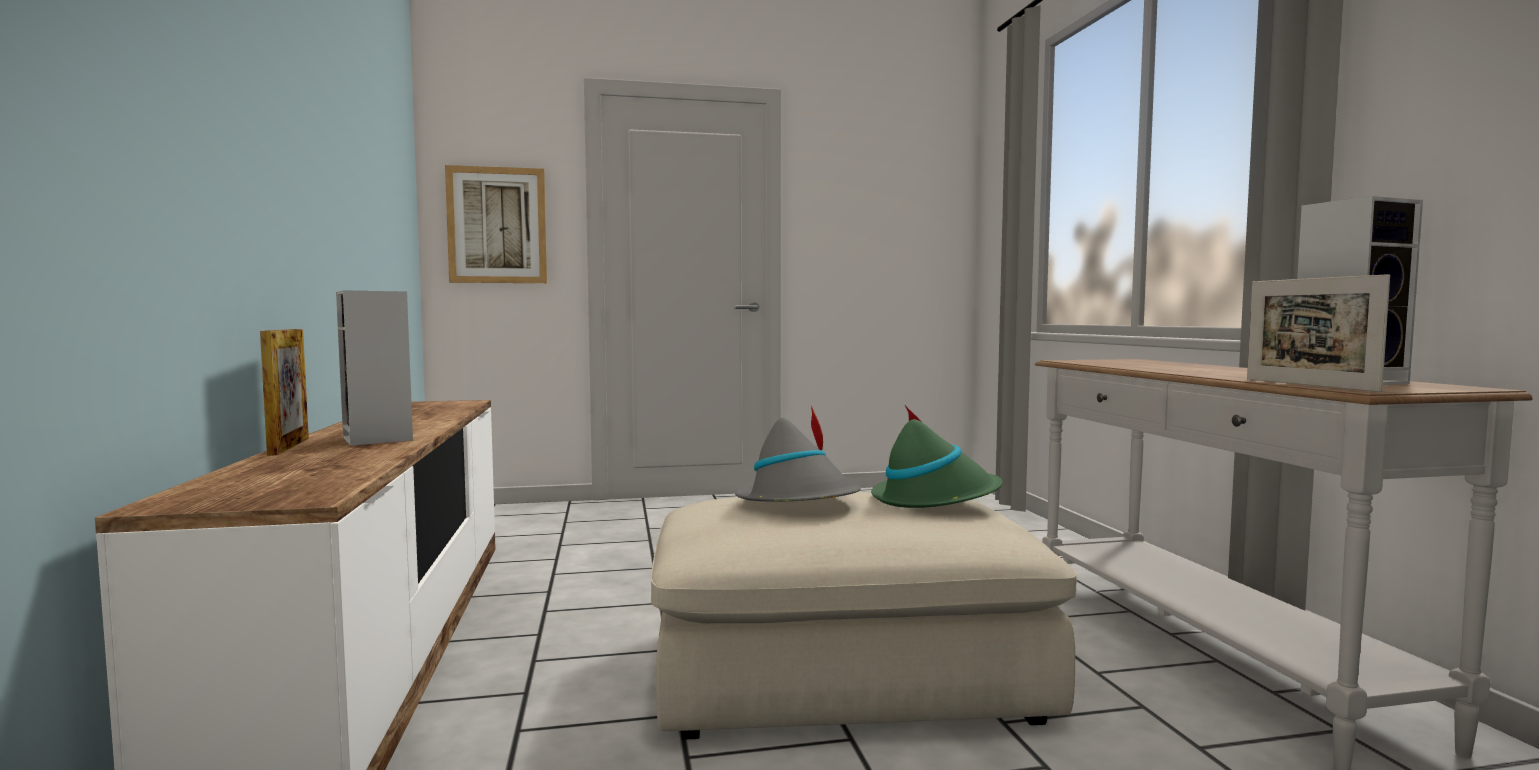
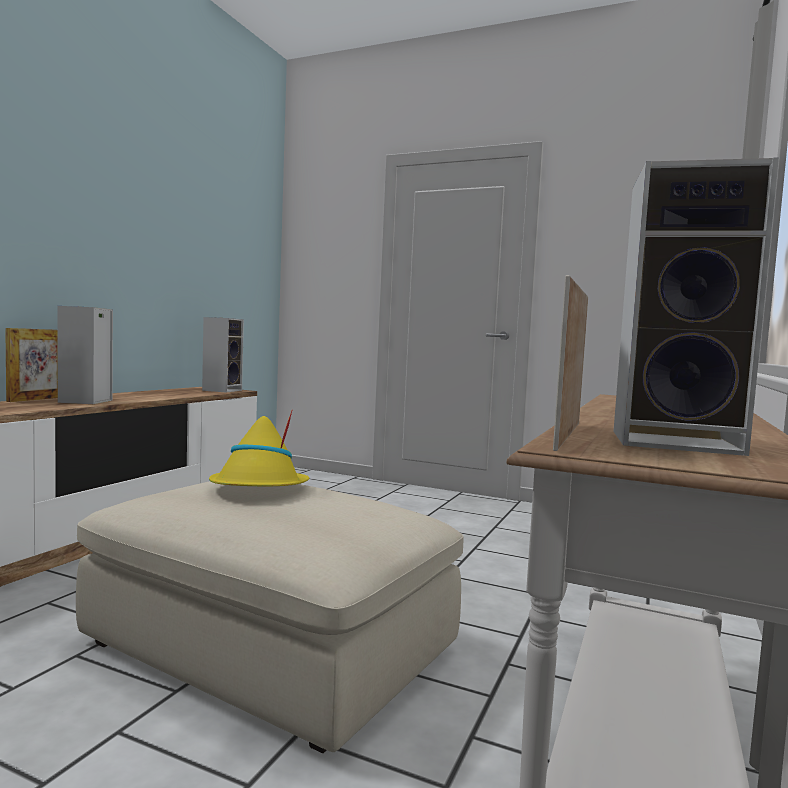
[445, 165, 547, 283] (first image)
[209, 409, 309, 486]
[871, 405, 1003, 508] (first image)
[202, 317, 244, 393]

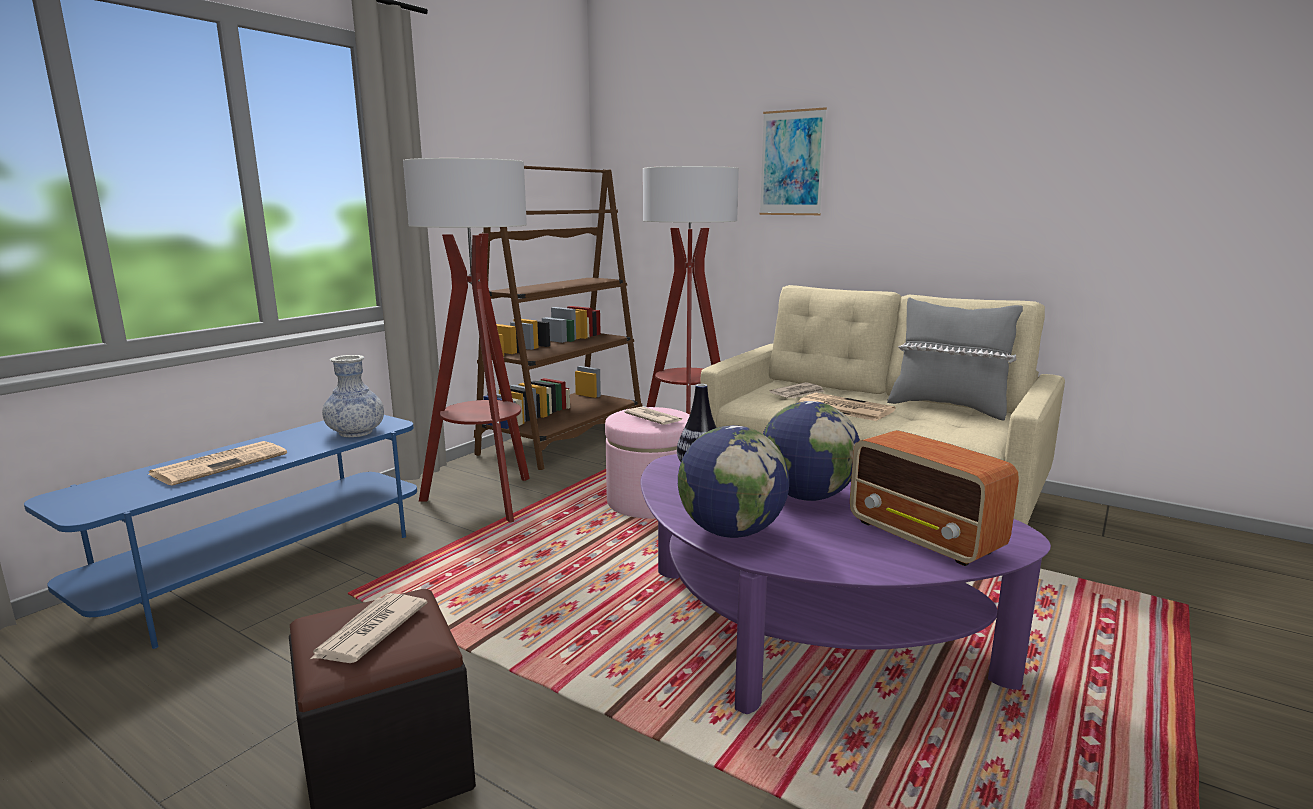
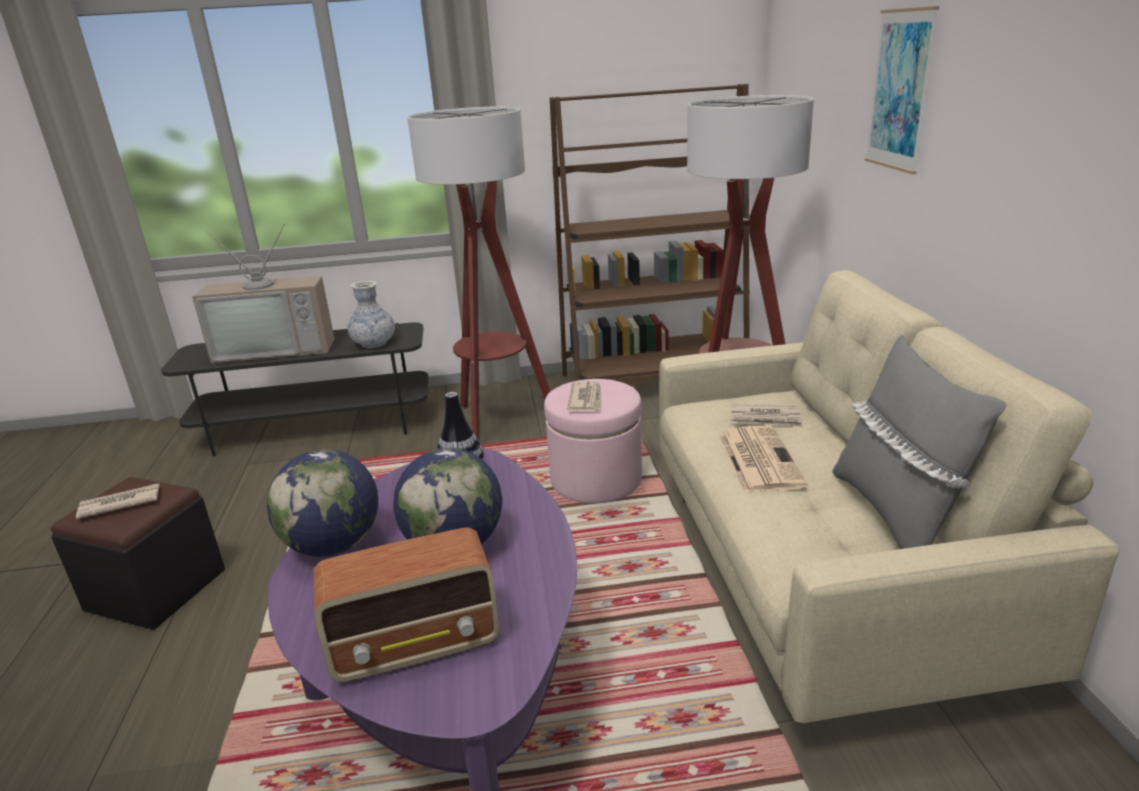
[161, 322, 429, 456]
[192, 224, 335, 363]
[314, 527, 499, 682]

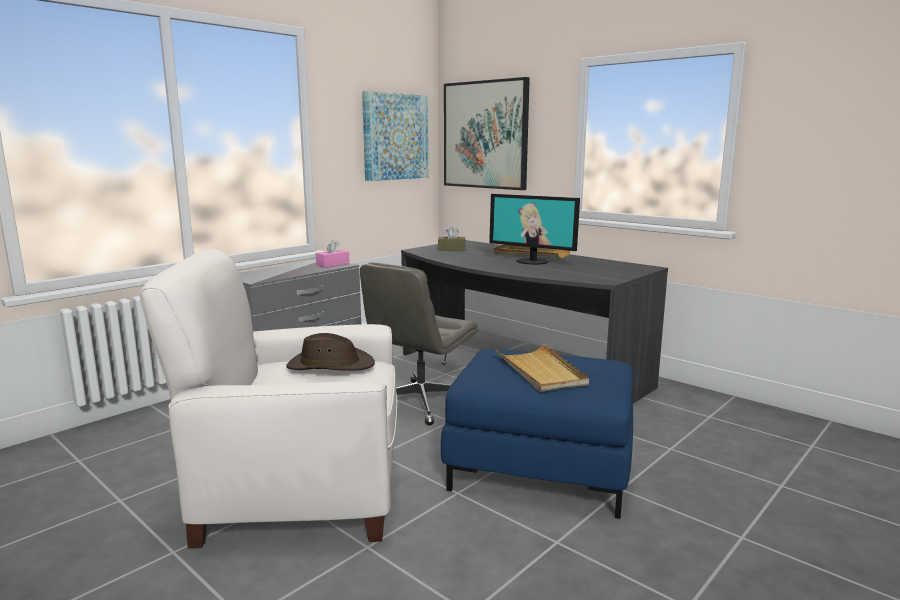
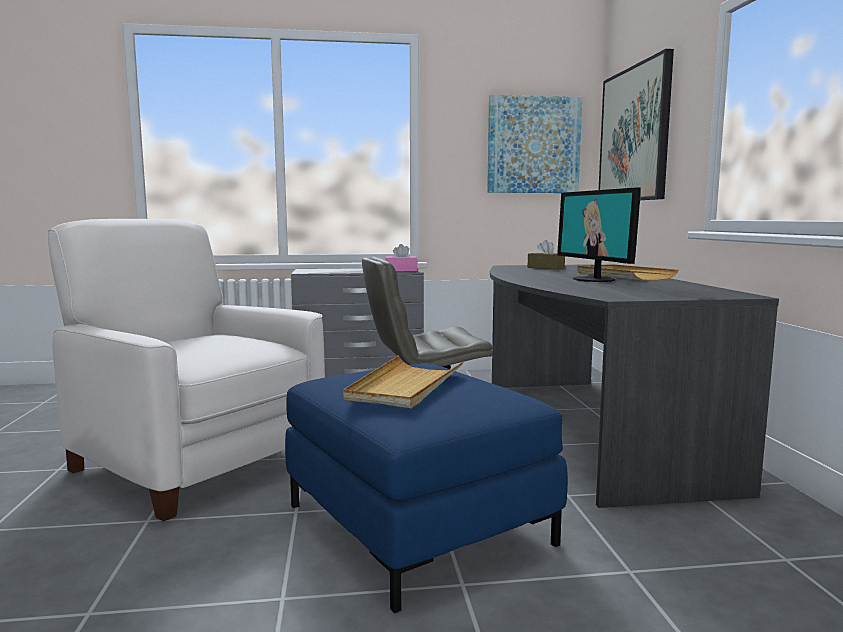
[286, 333, 375, 371] (first image)

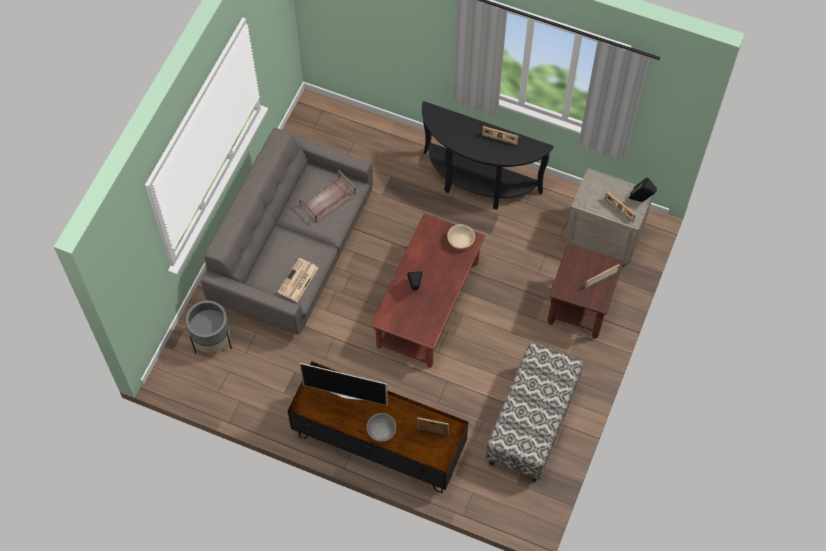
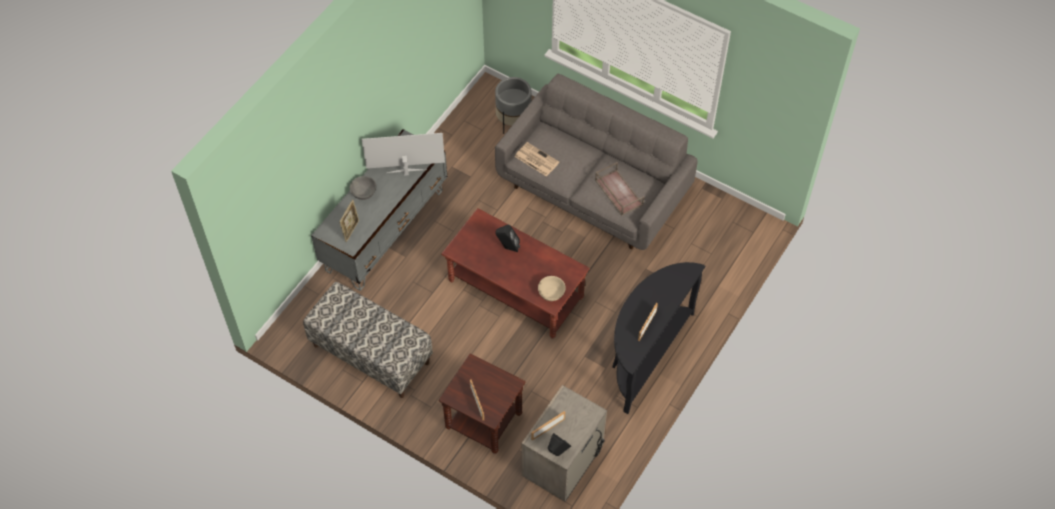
[311, 129, 447, 291]
[361, 133, 445, 176]

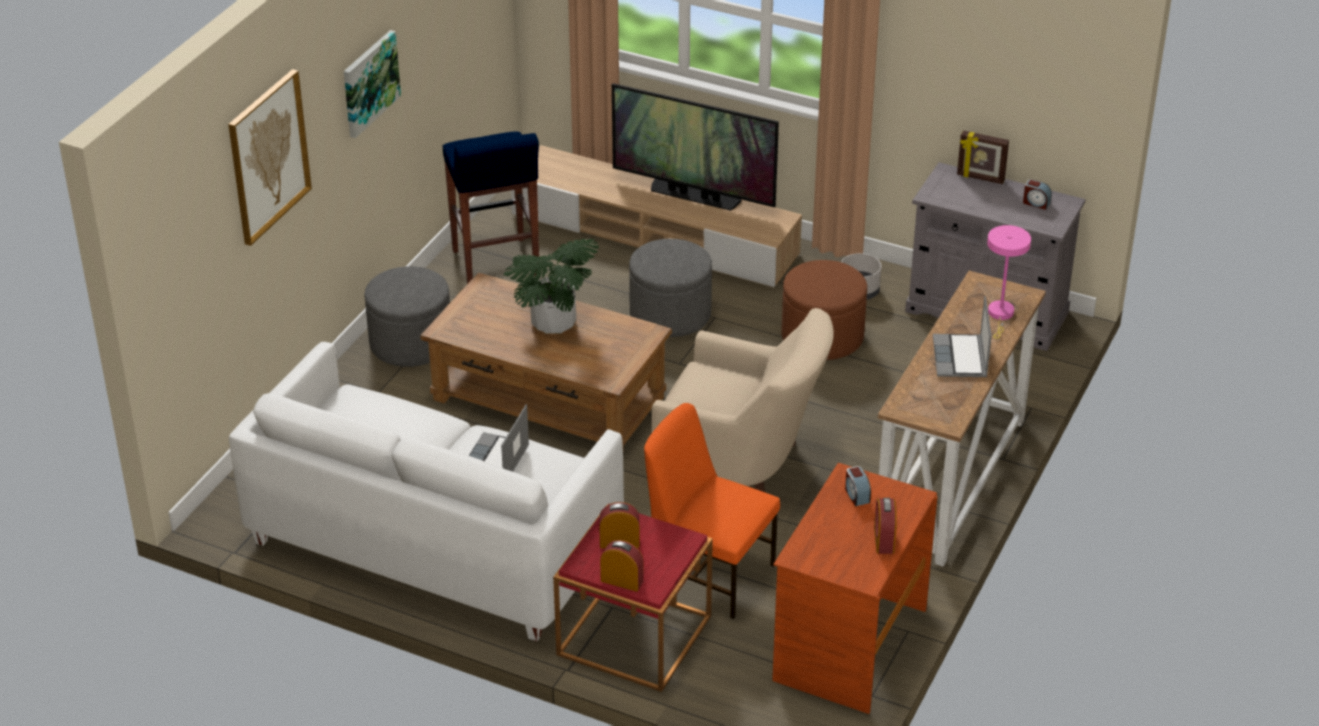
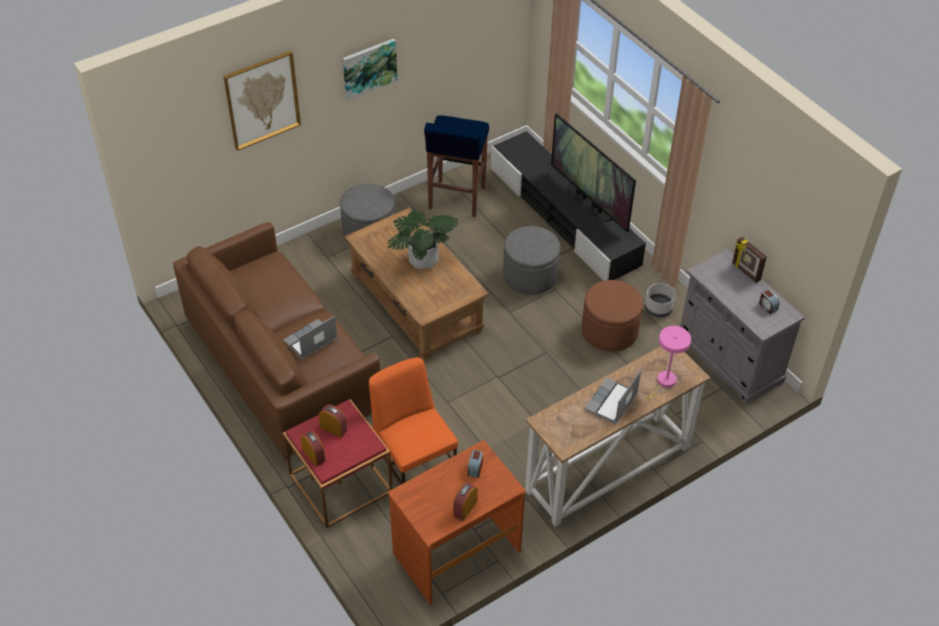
[173, 222, 380, 460]
[491, 131, 646, 281]
[652, 308, 834, 493] (first image)

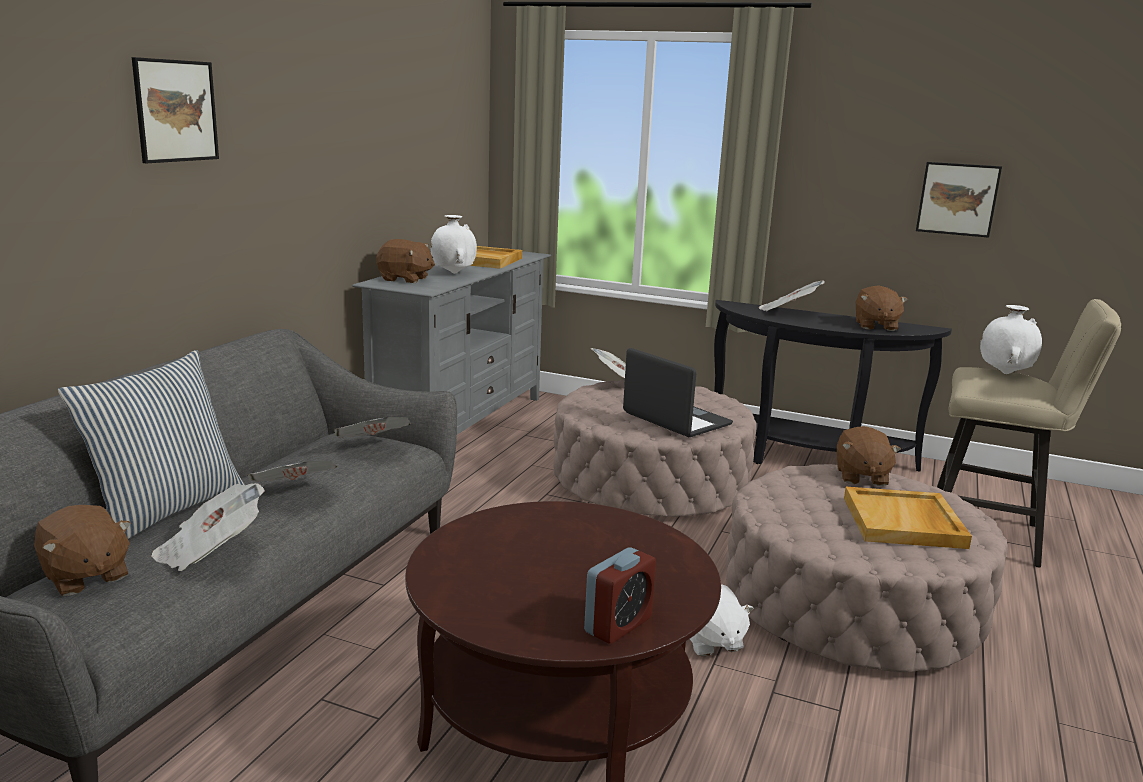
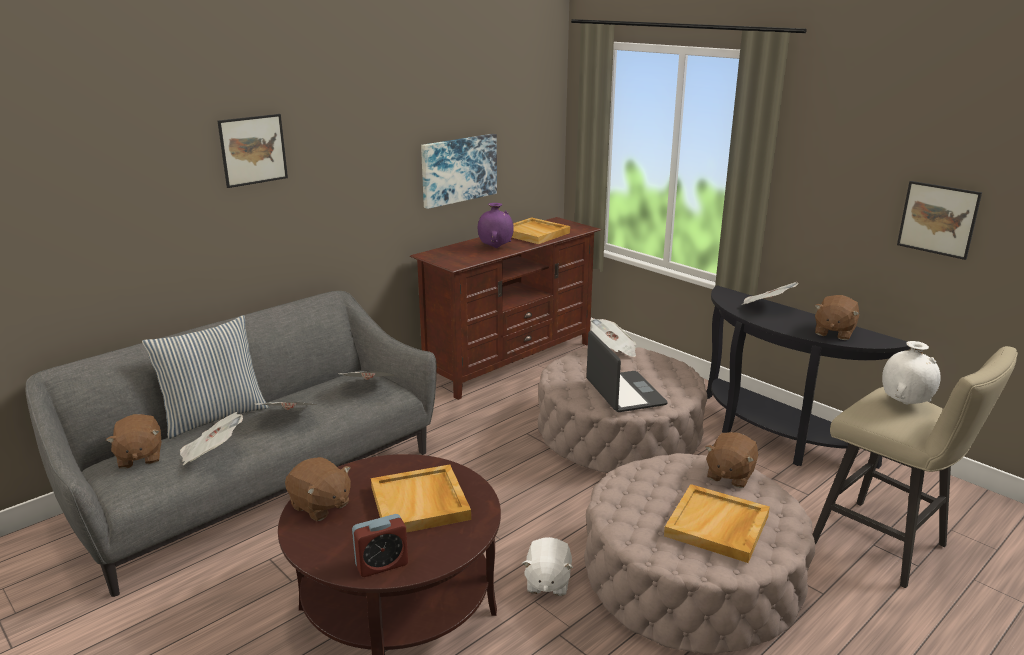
[410, 217, 601, 400]
[285, 457, 351, 521]
[478, 203, 514, 248]
[371, 464, 471, 533]
[421, 134, 497, 209]

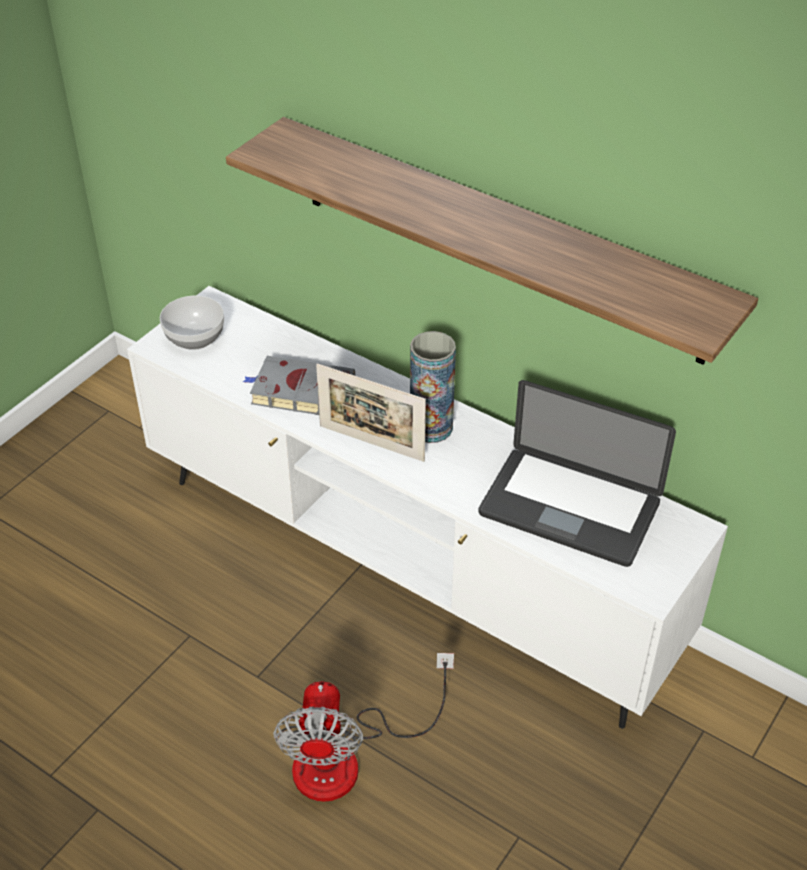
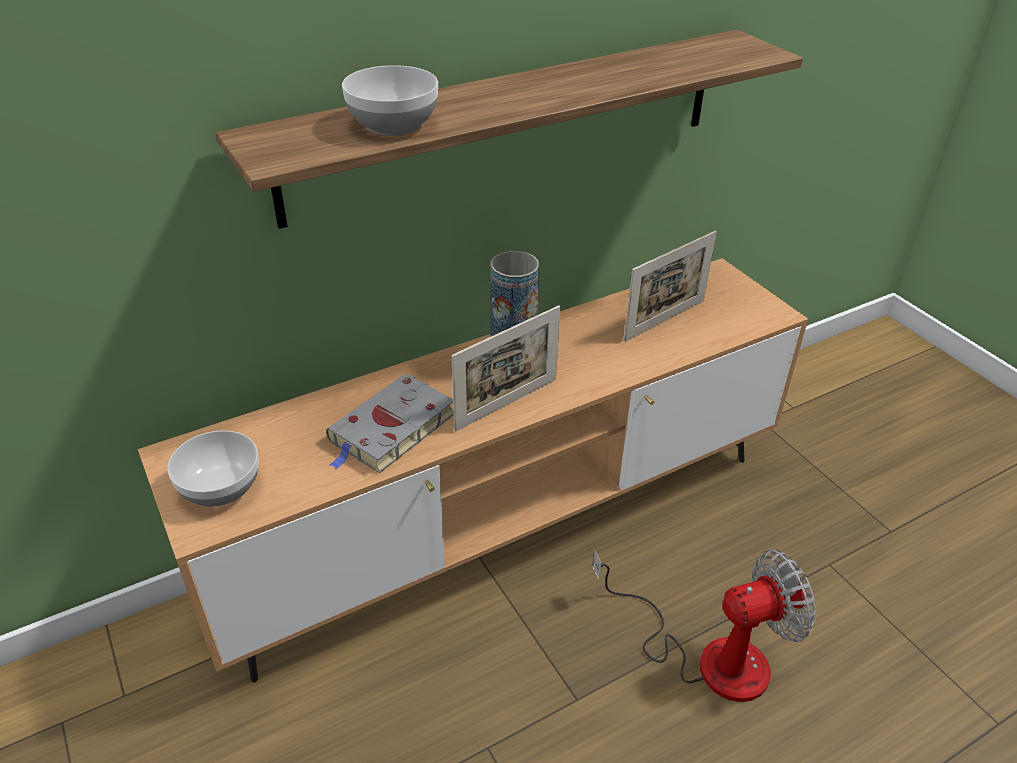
[138, 258, 808, 682]
[592, 549, 816, 702]
[624, 231, 717, 341]
[342, 65, 438, 136]

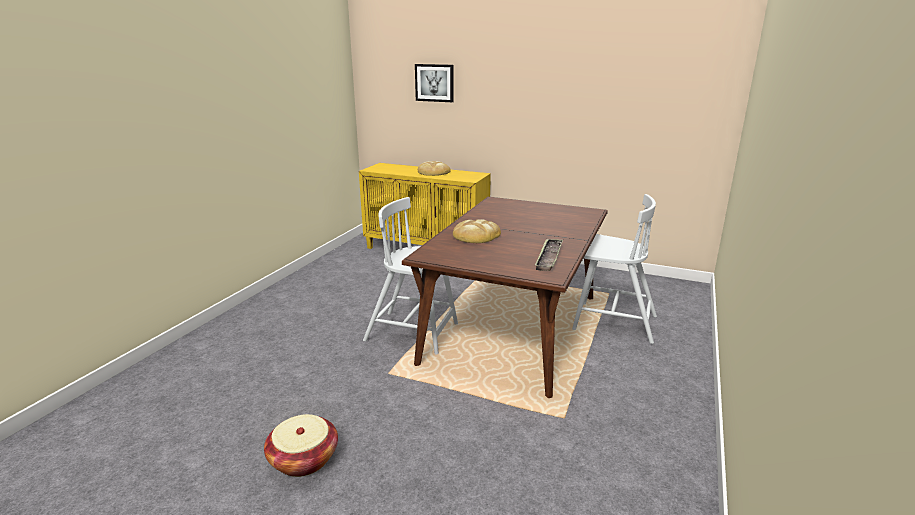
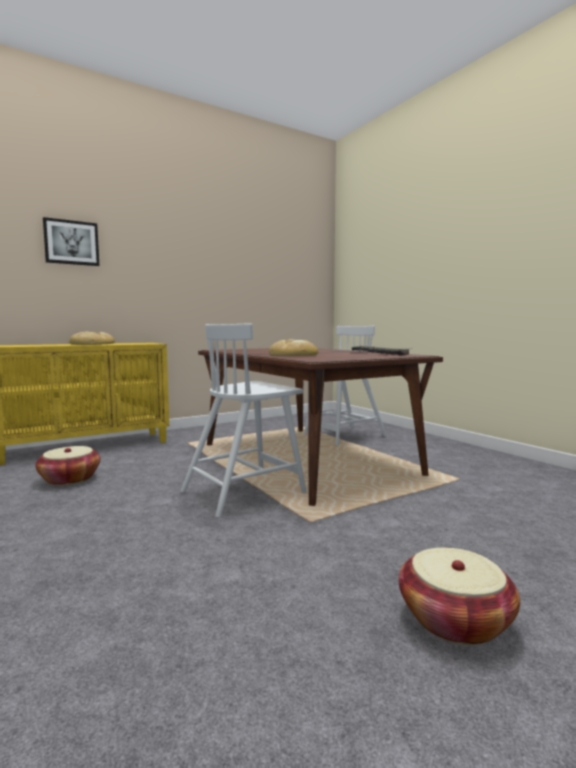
[36, 446, 100, 485]

